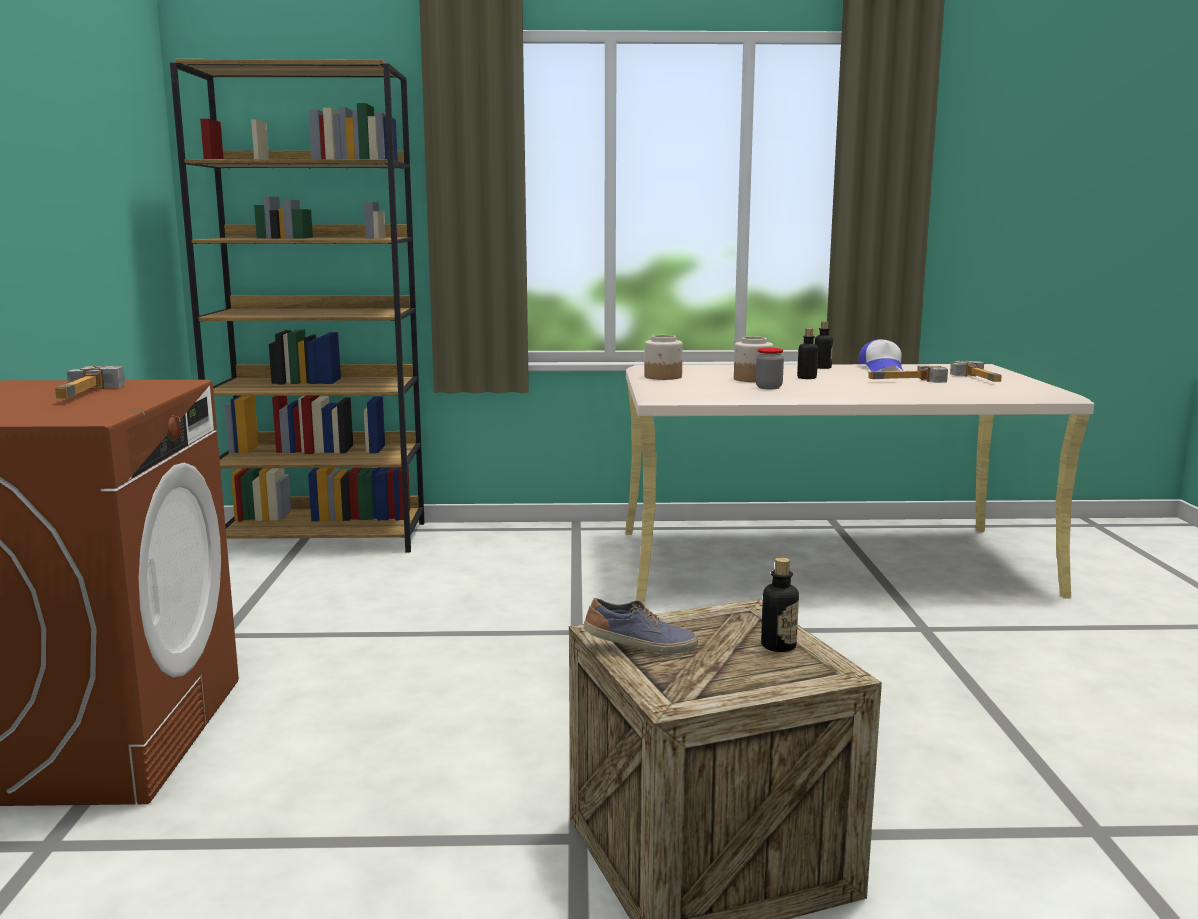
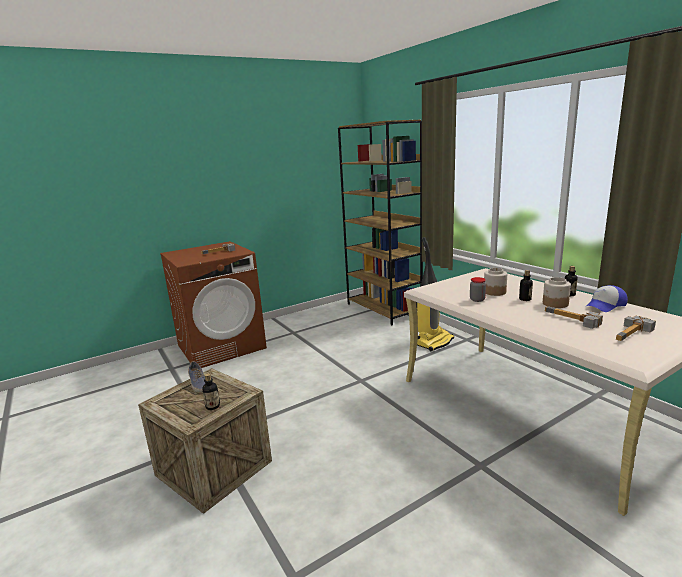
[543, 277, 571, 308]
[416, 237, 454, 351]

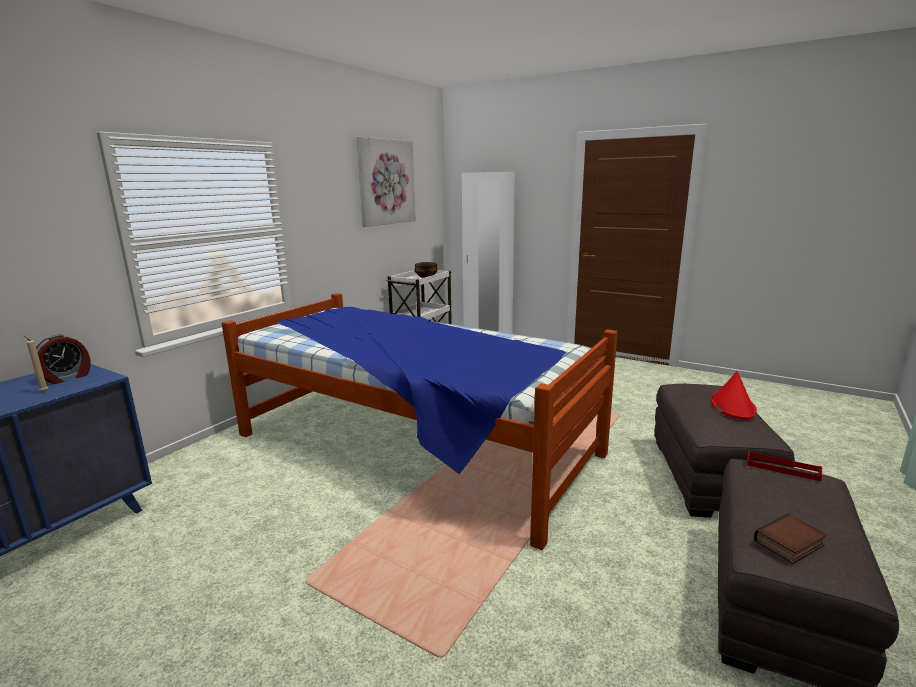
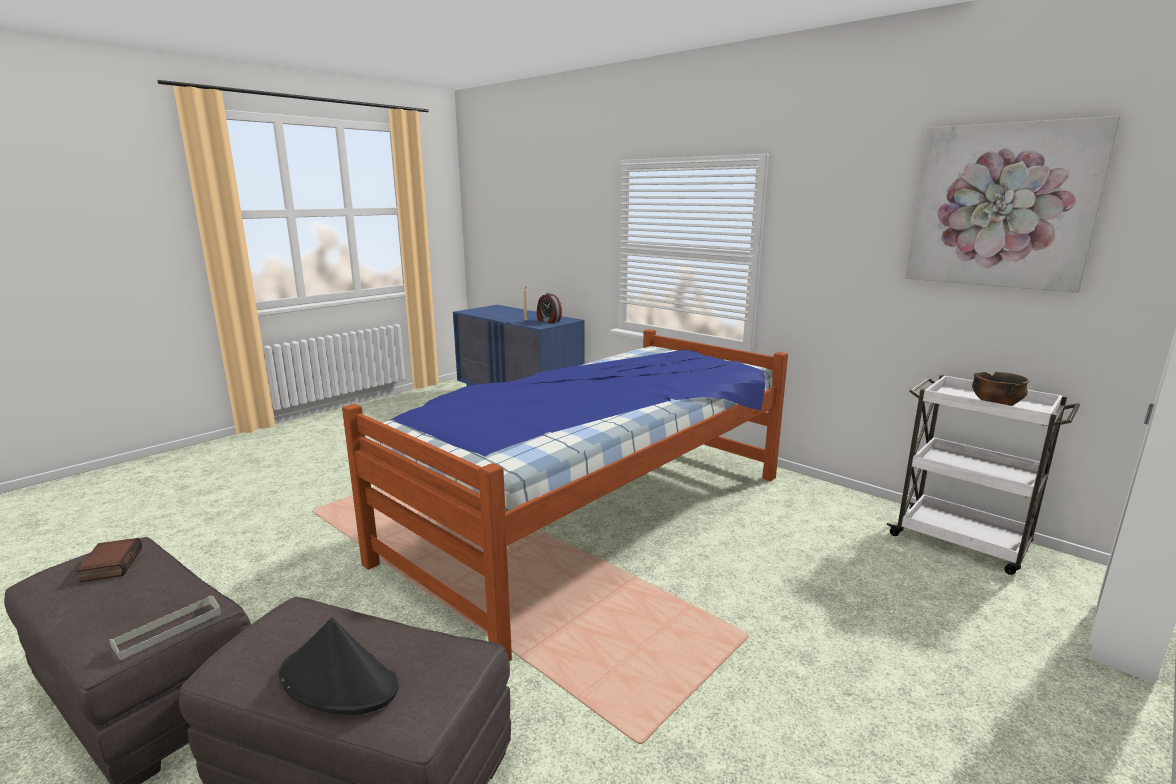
[279, 618, 398, 715]
[109, 596, 221, 660]

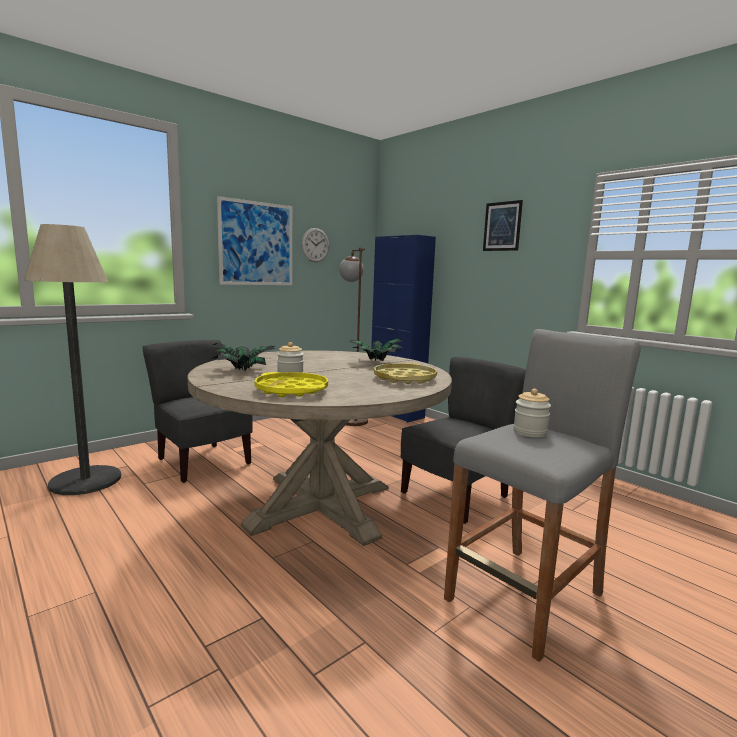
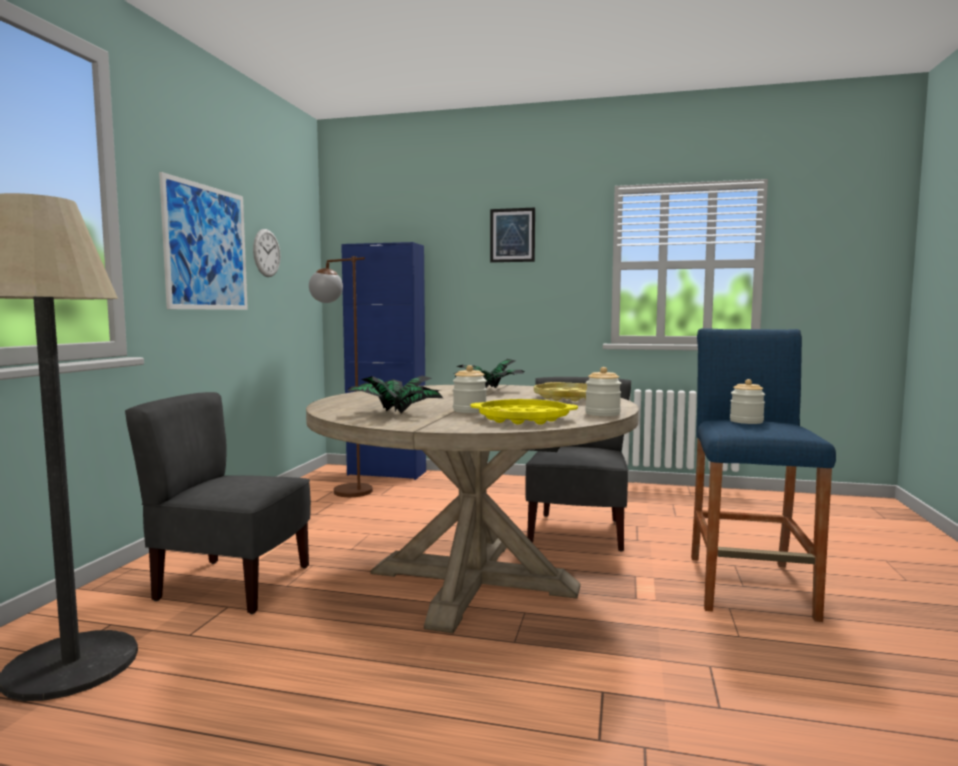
[691, 328, 836, 622]
[585, 367, 621, 416]

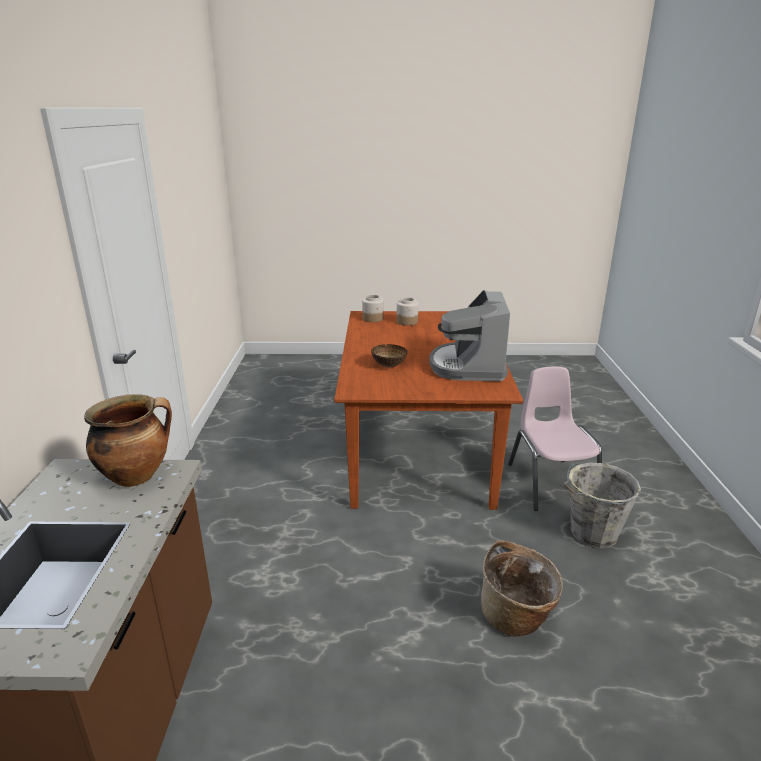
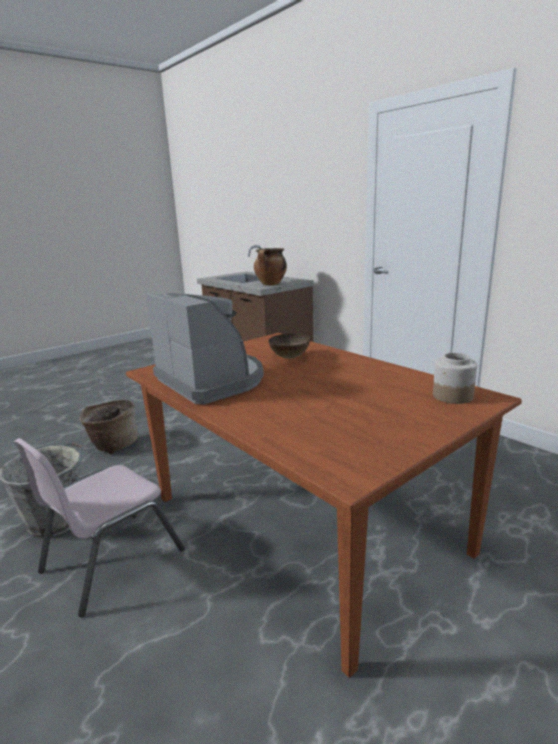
[396, 297, 419, 326] (first image)
[14, 438, 185, 617]

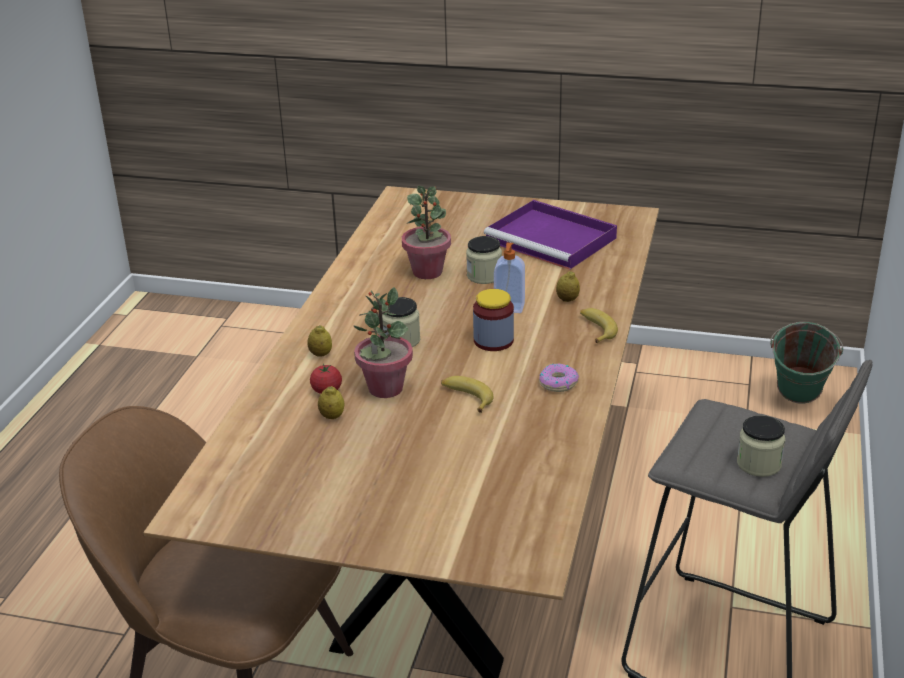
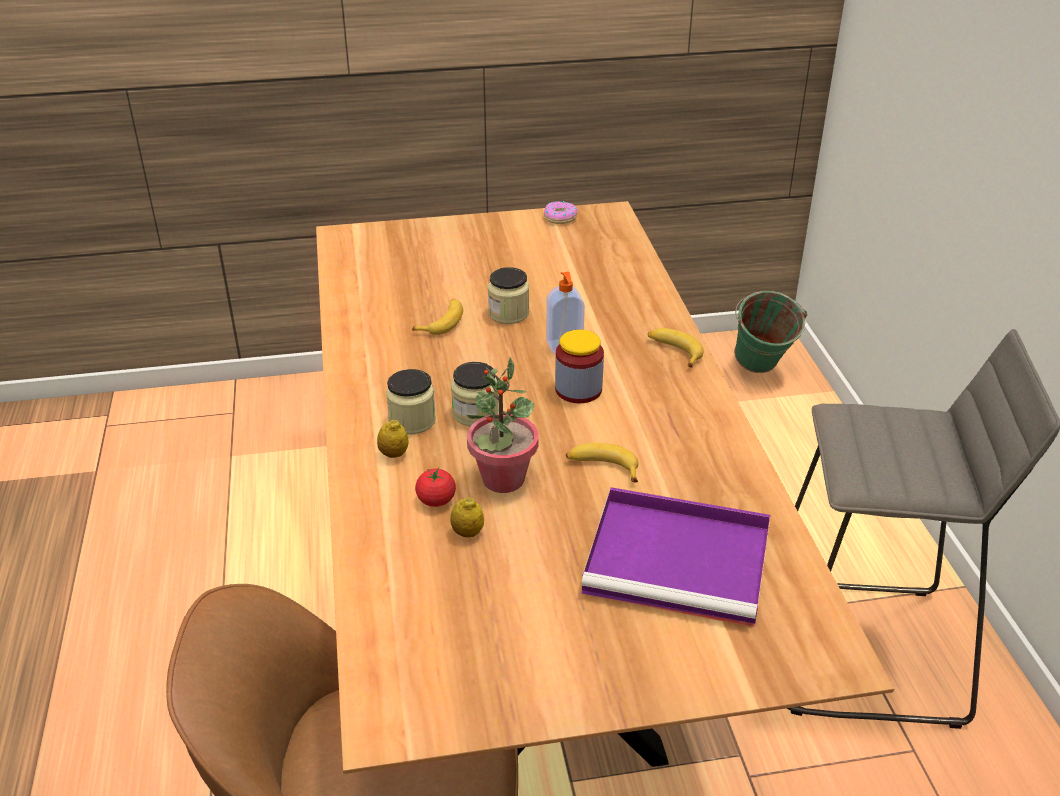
[412, 299, 463, 335]
[581, 487, 771, 627]
[544, 201, 578, 224]
[556, 271, 580, 302] (first image)
[386, 369, 436, 434]

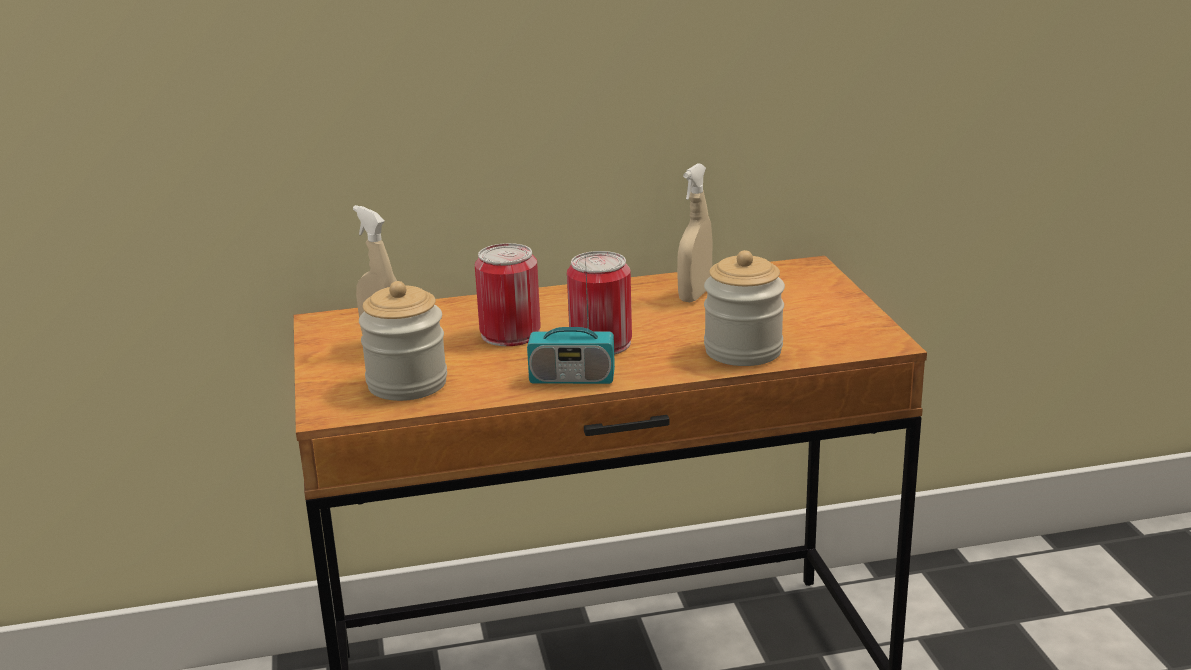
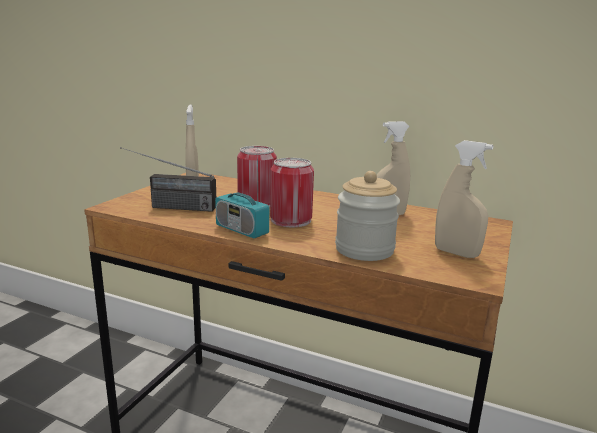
[120, 147, 216, 212]
[435, 140, 493, 258]

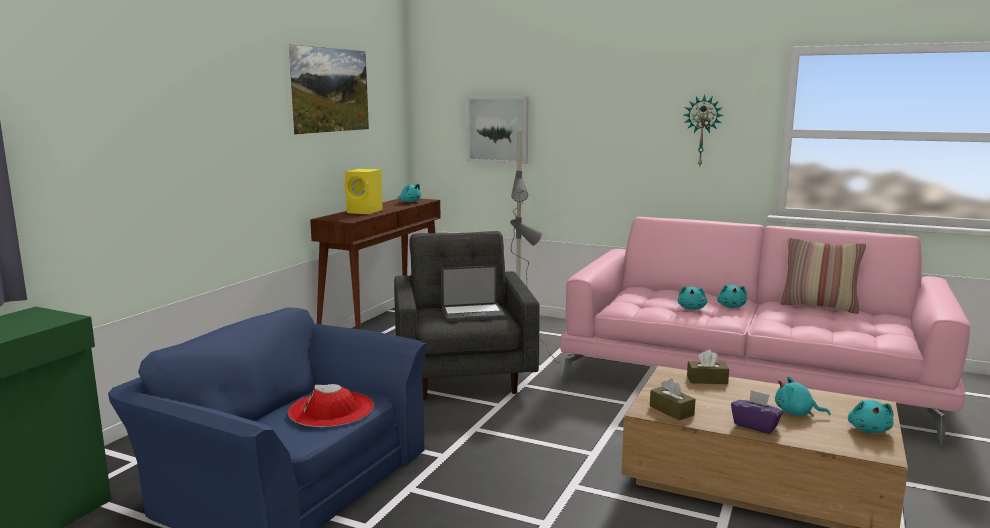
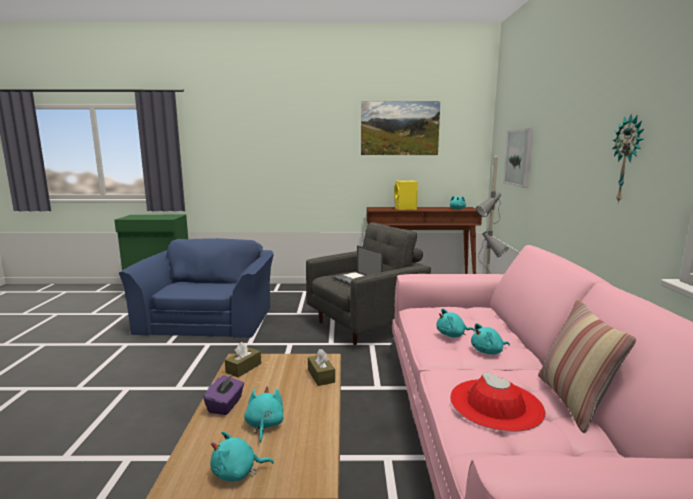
[450, 371, 545, 432]

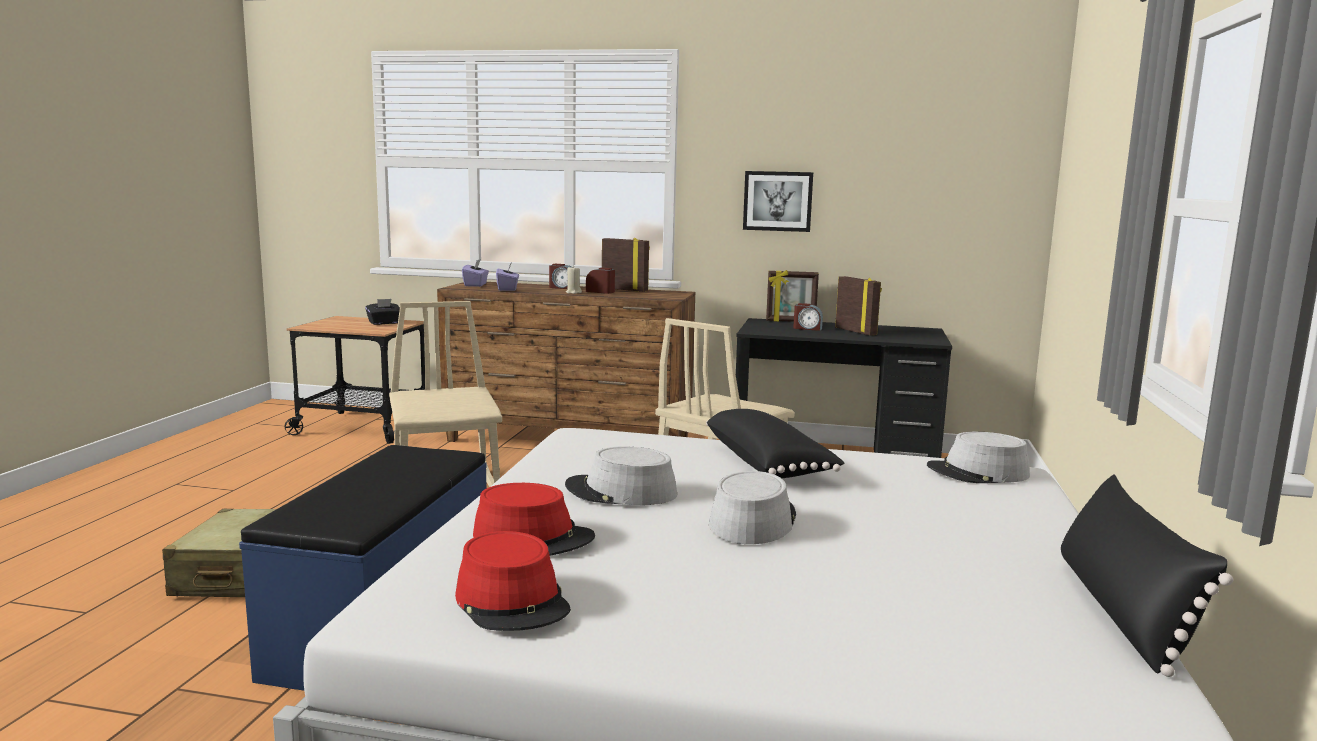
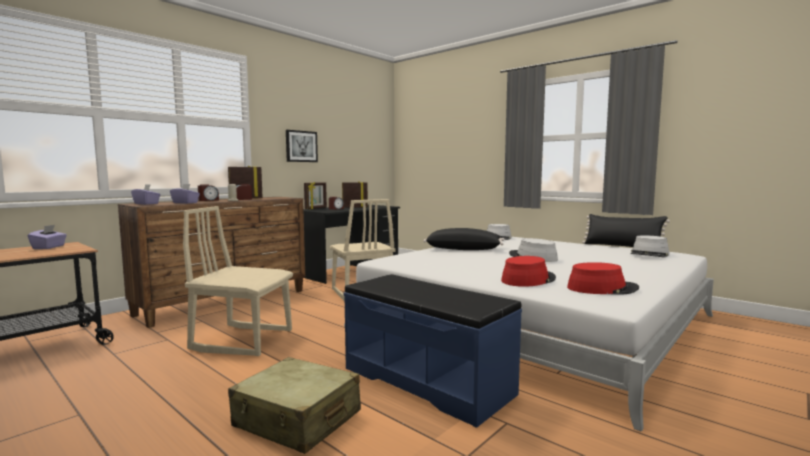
[28, 225, 67, 249]
[630, 235, 669, 258]

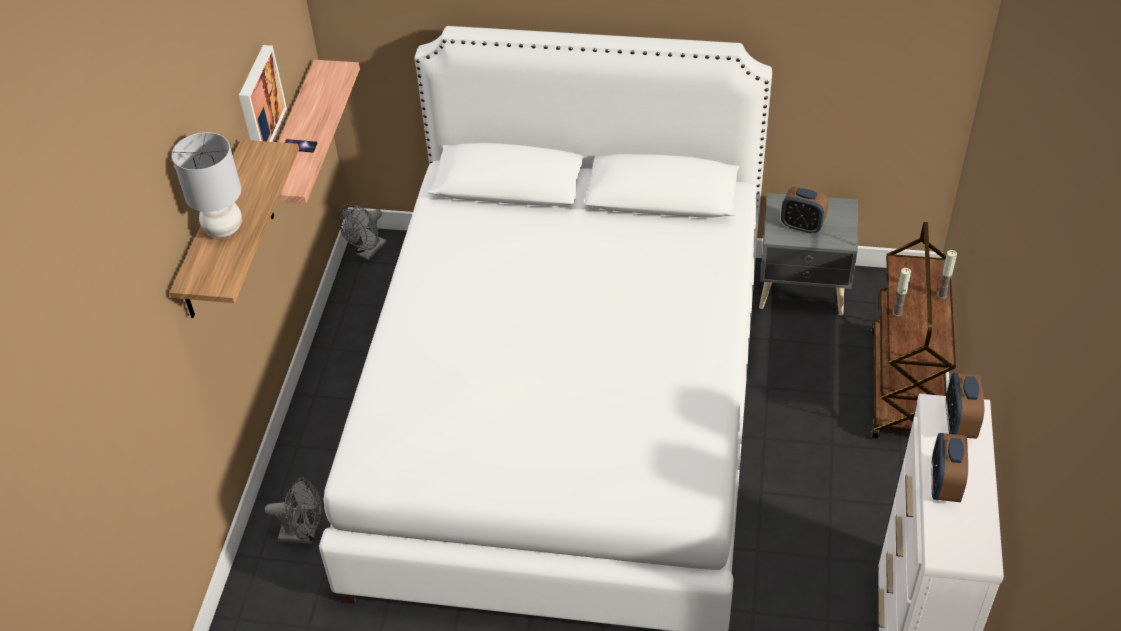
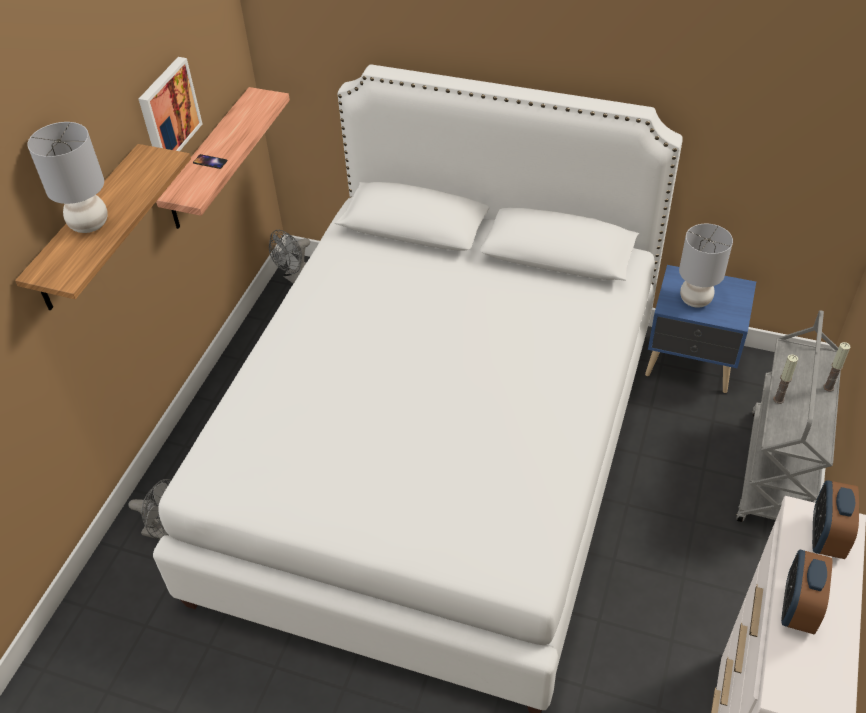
[645, 265, 756, 393]
[679, 224, 733, 308]
[736, 310, 841, 522]

